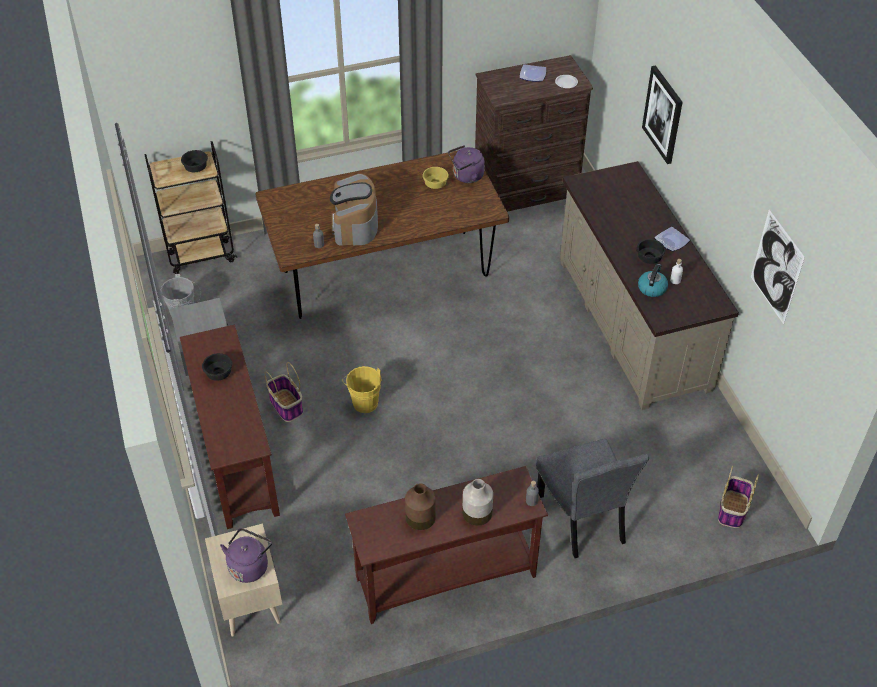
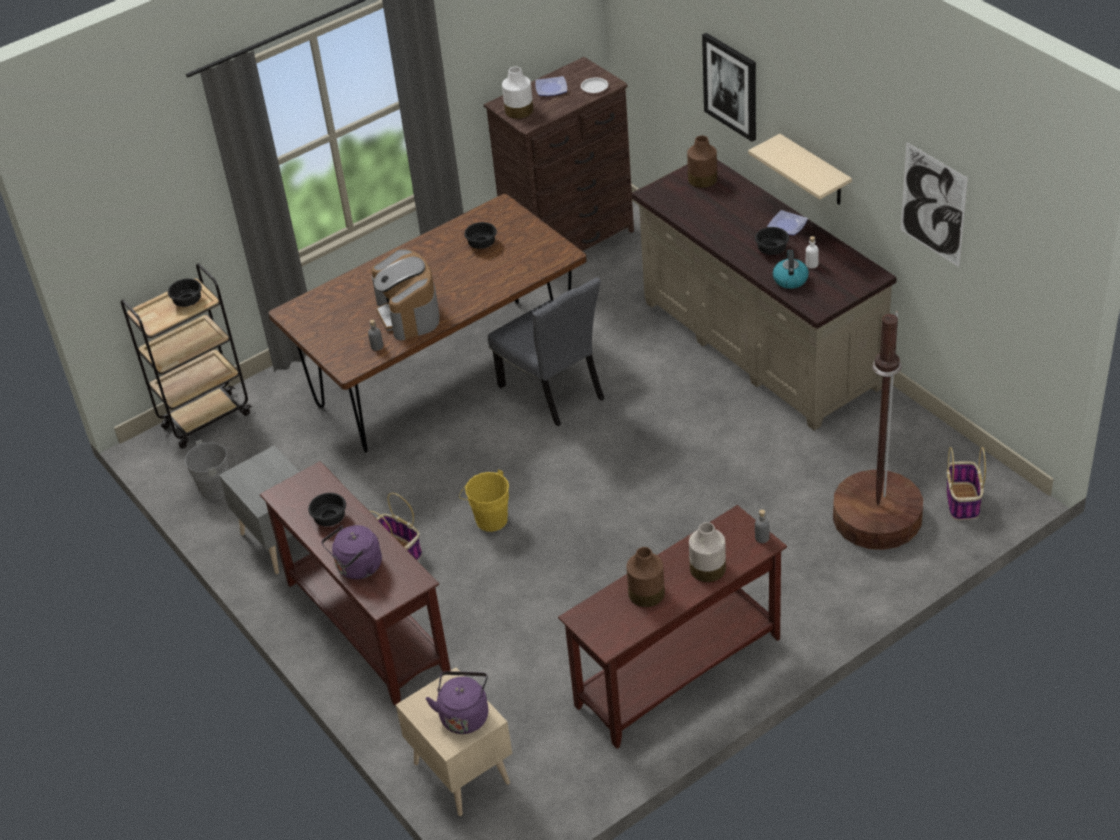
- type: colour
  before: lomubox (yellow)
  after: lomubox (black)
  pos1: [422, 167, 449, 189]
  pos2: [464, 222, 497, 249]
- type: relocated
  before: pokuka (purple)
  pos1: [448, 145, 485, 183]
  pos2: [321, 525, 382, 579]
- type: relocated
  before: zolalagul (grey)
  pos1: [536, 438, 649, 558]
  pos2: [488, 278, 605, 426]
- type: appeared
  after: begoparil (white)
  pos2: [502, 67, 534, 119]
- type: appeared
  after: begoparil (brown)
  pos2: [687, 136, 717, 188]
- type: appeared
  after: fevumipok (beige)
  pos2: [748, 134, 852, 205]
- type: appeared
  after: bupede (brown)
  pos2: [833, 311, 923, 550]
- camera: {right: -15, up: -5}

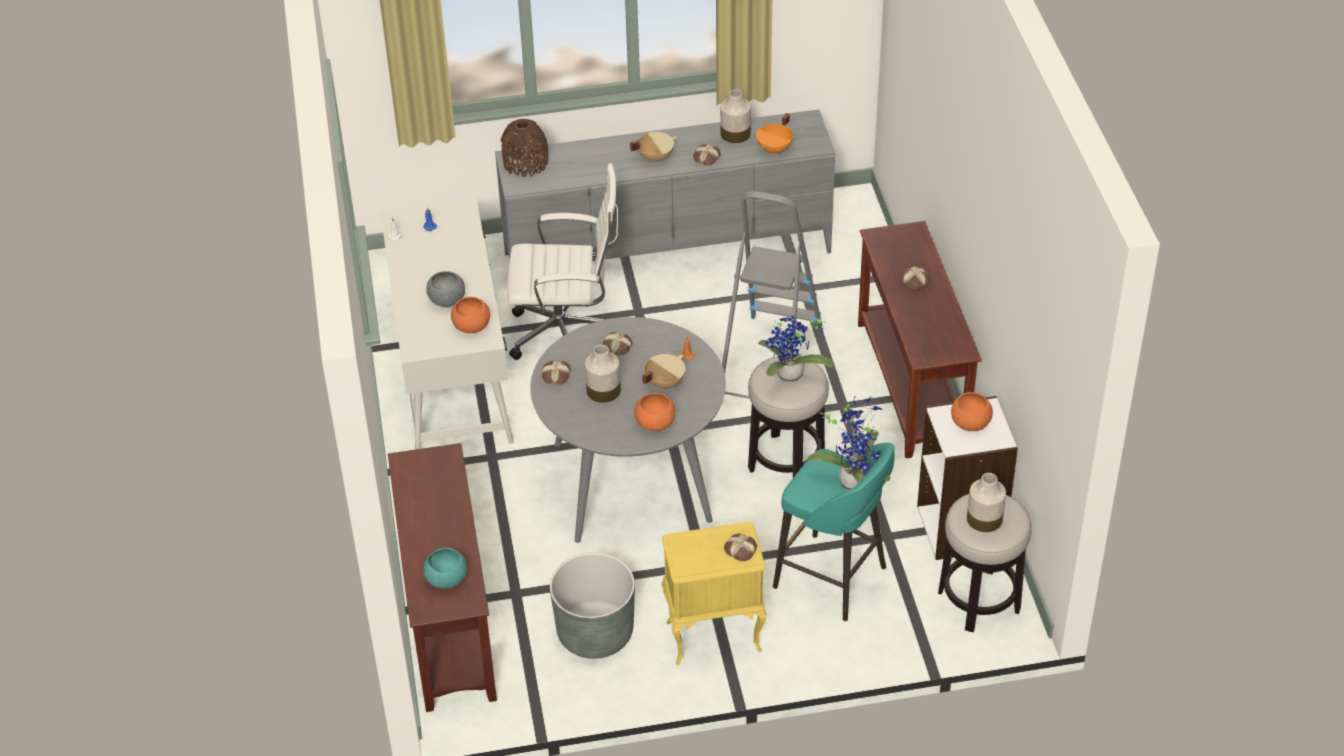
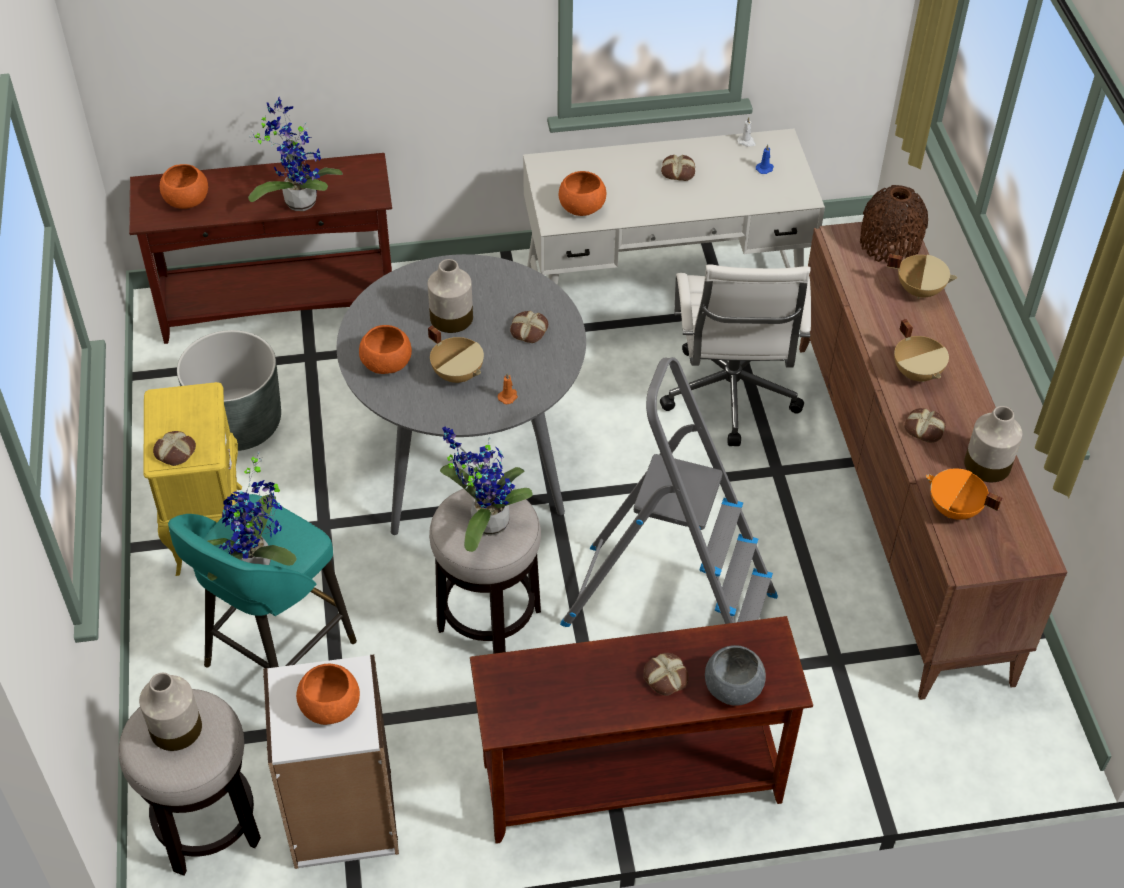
- type: colour
  before: lomubox (turquoise)
  after: lomubox (orange)
  pos1: [423, 547, 467, 589]
  pos2: [160, 164, 208, 209]
- type: relocated
  before: lomubox (grey)
  pos1: [426, 271, 465, 307]
  pos2: [705, 645, 766, 706]
- type: colour
  before: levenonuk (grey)
  after: levenonuk (brown)
  pos1: [495, 109, 836, 261]
  pos2: [799, 217, 1068, 700]
- type: relocated
  before: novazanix
  pos1: [542, 360, 570, 384]
  pos2: [661, 155, 695, 181]
- type: appeared
  after: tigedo
  pos2: [248, 97, 343, 211]
- type: appeared
  after: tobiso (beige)
  pos2: [887, 254, 957, 299]
- camera: {right: 90, up: 5}

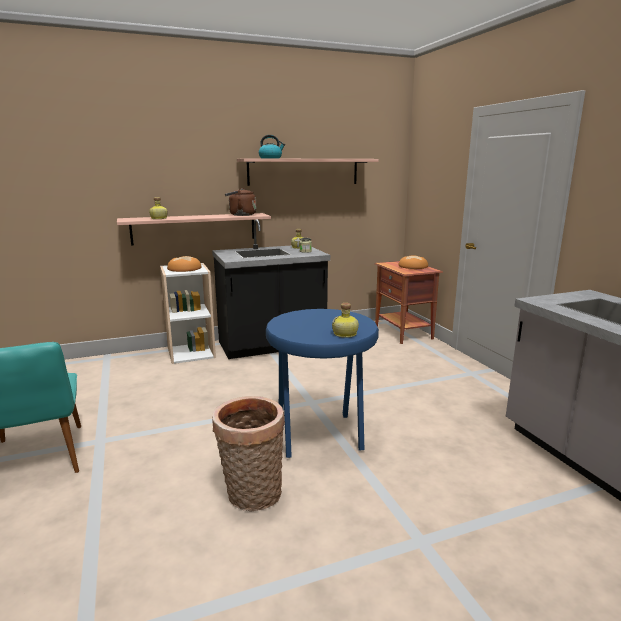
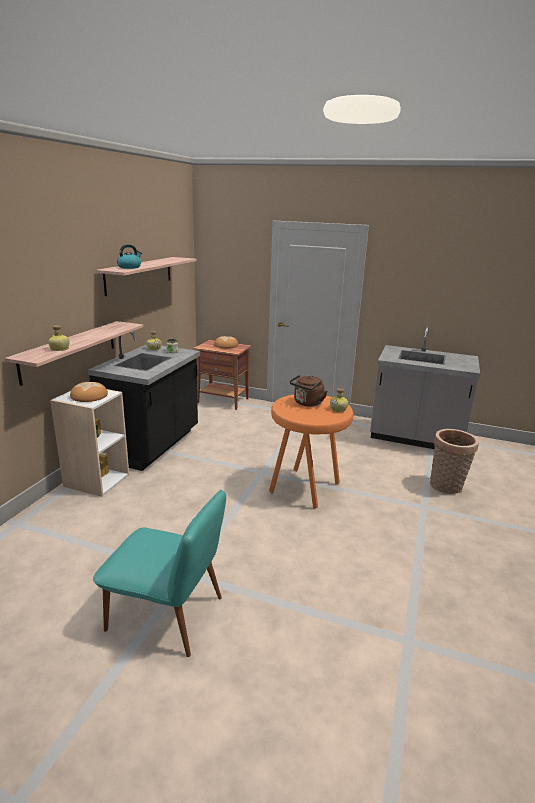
- type: relocated
  before: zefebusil
  pos1: [212, 396, 285, 511]
  pos2: [430, 429, 479, 494]
- type: relocated
  before: pokuka (brown)
  pos1: [225, 188, 256, 216]
  pos2: [290, 374, 327, 407]
- type: colour
  before: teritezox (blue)
  after: teritezox (orange)
  pos1: [266, 309, 379, 458]
  pos2: [269, 395, 354, 509]
- camera: {right: -50, up: 5}

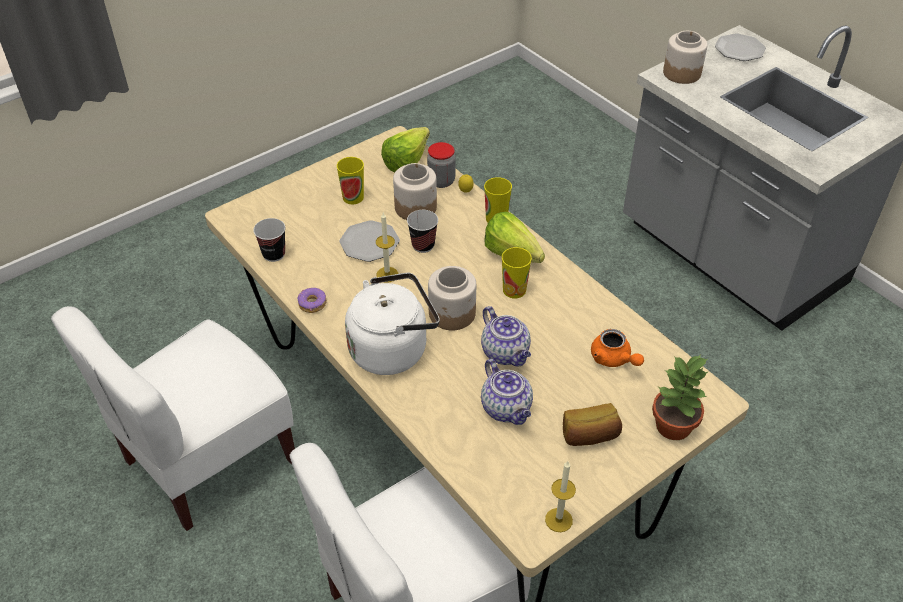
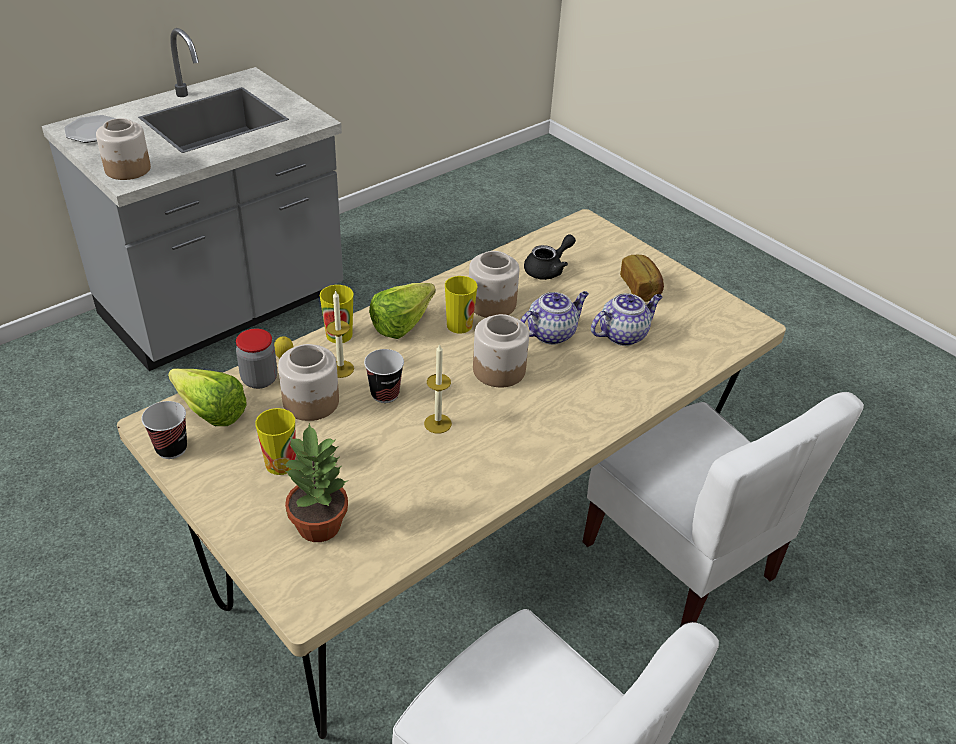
- type: relocated
  before: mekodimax
  pos1: [253, 218, 285, 262]
  pos2: [142, 401, 187, 459]
- type: missing
  before: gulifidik
  pos1: [298, 288, 327, 313]
- type: missing
  before: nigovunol
  pos1: [339, 220, 400, 262]
- type: missing
  before: pokuka (white)
  pos1: [345, 272, 440, 375]
- type: relocated
  before: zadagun
  pos1: [545, 461, 576, 532]
  pos2: [327, 290, 354, 378]
- type: colour
  before: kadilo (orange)
  after: kadilo (black)
  pos1: [591, 329, 644, 367]
  pos2: [524, 234, 576, 280]
- type: relocated
  before: tigedo
  pos1: [652, 354, 709, 440]
  pos2: [283, 423, 349, 542]
- type: appeared
  after: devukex
  pos2: [469, 251, 519, 318]
- camera: {right: -95, up: -5}

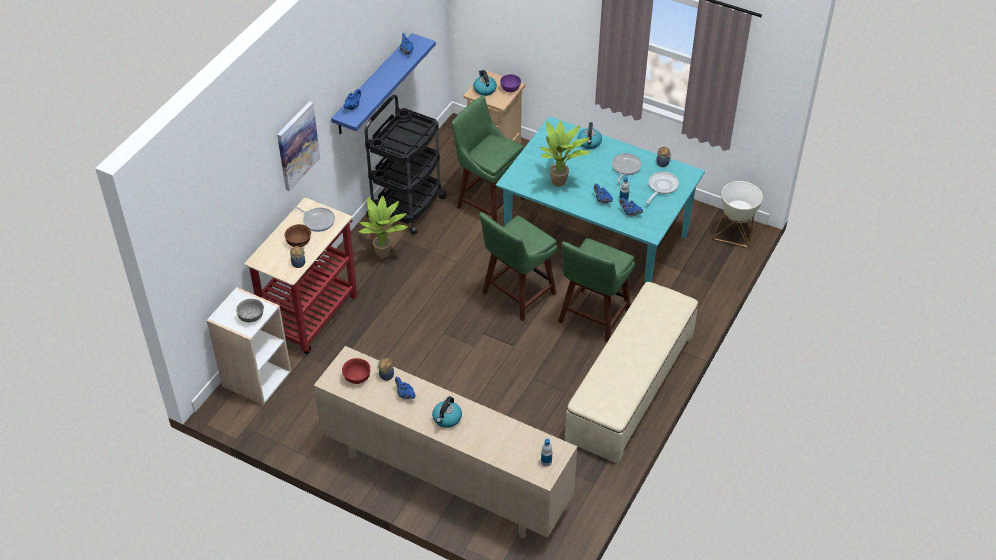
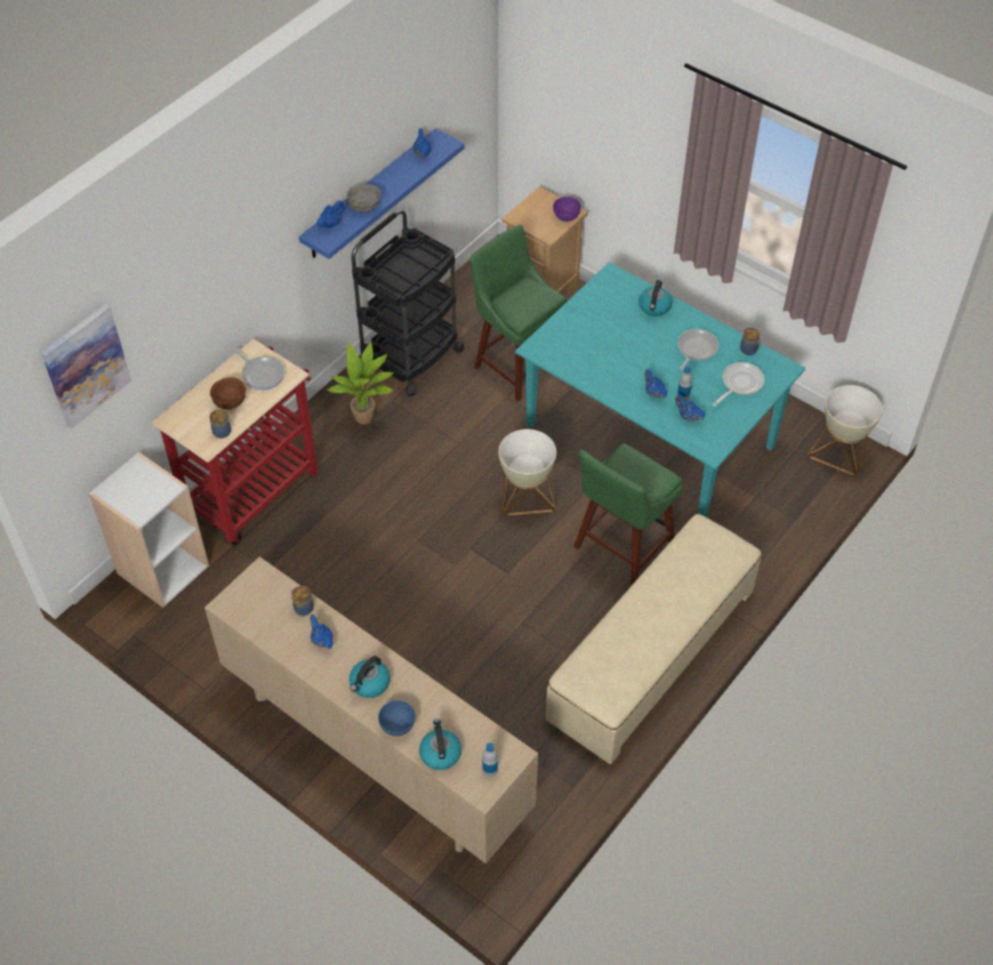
- type: relocated
  before: lomubox (grey)
  pos1: [236, 299, 264, 322]
  pos2: [346, 183, 381, 212]
- type: relocated
  before: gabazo
  pos1: [277, 101, 320, 192]
  pos2: [41, 304, 132, 429]
- type: missing
  before: lomubox (red)
  pos1: [342, 358, 370, 384]
- type: relocated
  before: pokuka
  pos1: [473, 70, 497, 96]
  pos2: [419, 719, 462, 770]
- type: exchanged
  before: zolalagul (green)
  after: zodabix
  pos1: [479, 212, 557, 321]
  pos2: [498, 429, 557, 515]
- type: missing
  before: tigedo
  pos1: [540, 121, 591, 187]
- type: appeared
  after: lomubox (blue)
  pos2: [378, 700, 415, 736]
- camera: {right: 10, up: 5}

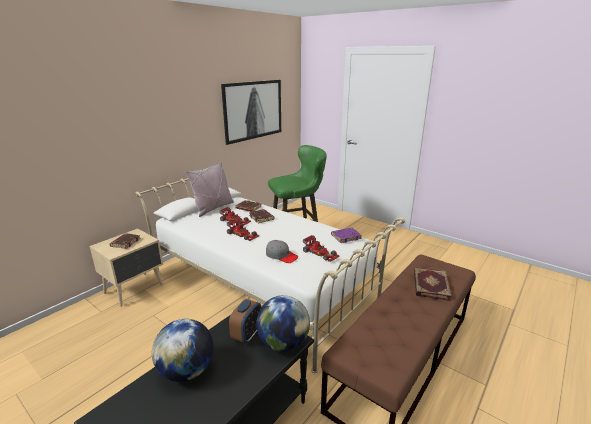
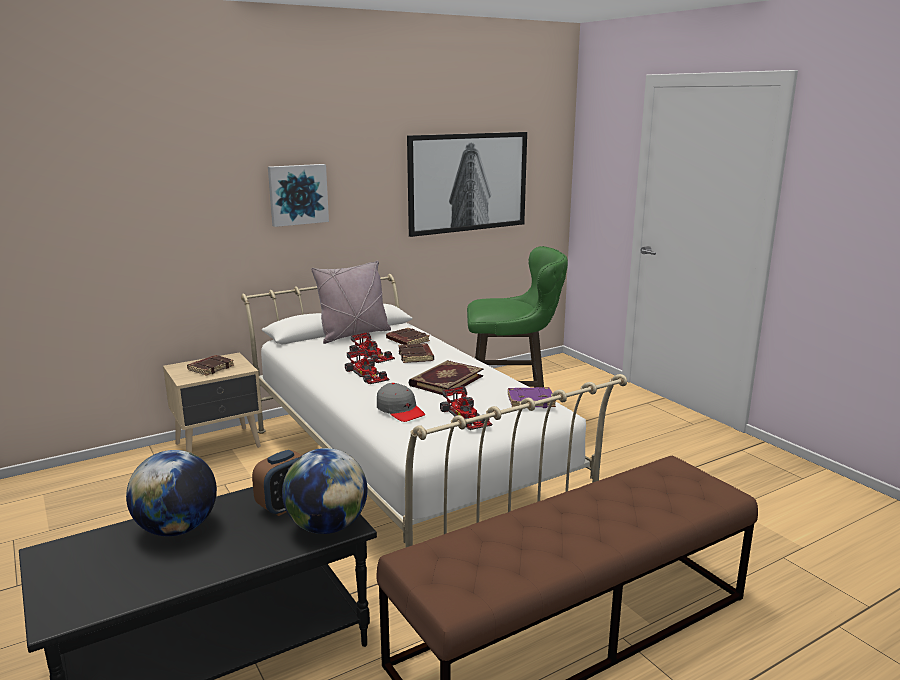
- type: relocated
  before: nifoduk
  pos1: [414, 268, 451, 301]
  pos2: [409, 360, 483, 395]
- type: appeared
  after: gabazo
  pos2: [268, 164, 329, 227]
- camera: {right: 20, up: -5}

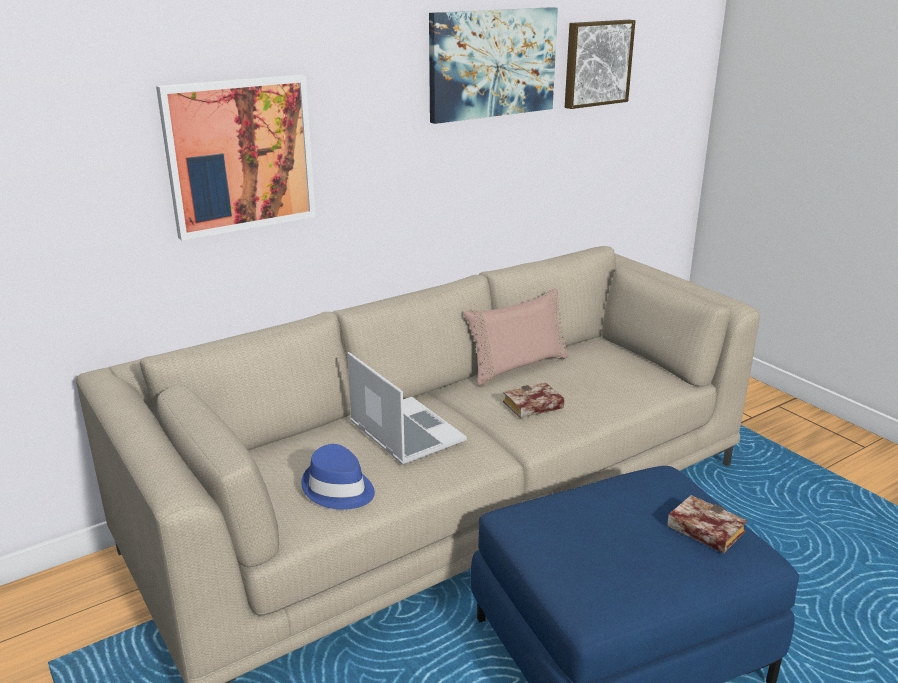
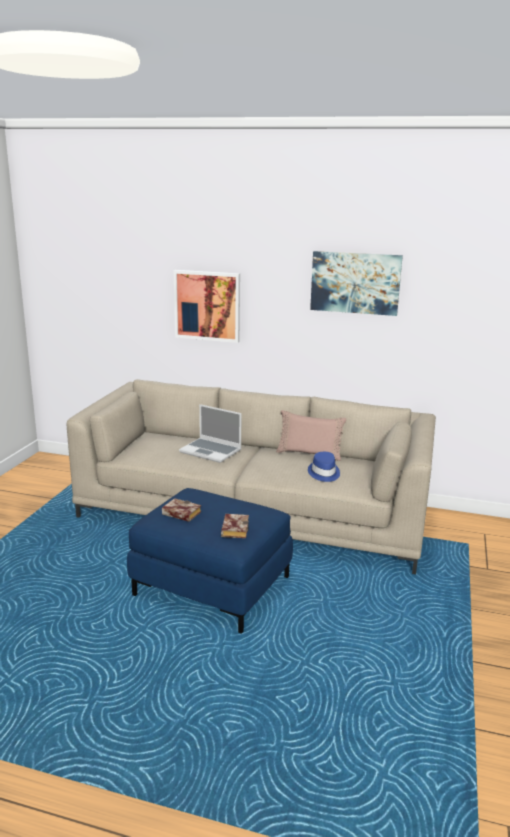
- type: relocated
  before: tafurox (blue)
  pos1: [301, 444, 375, 510]
  pos2: [308, 452, 340, 482]
- type: spun
  before: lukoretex
  pos1: [347, 352, 467, 465]
  pos2: [179, 404, 242, 463]
  turn: 105
- type: relocated
  before: nifoduk
  pos1: [503, 383, 565, 418]
  pos2: [162, 498, 201, 522]
- type: missing
  before: gabazo
  pos1: [565, 20, 636, 109]
- camera: {right: 50, up: -5}

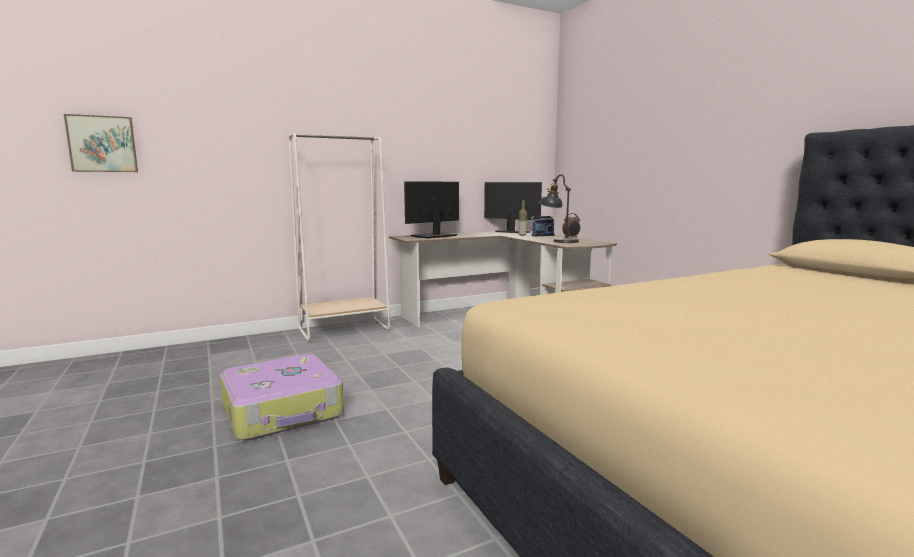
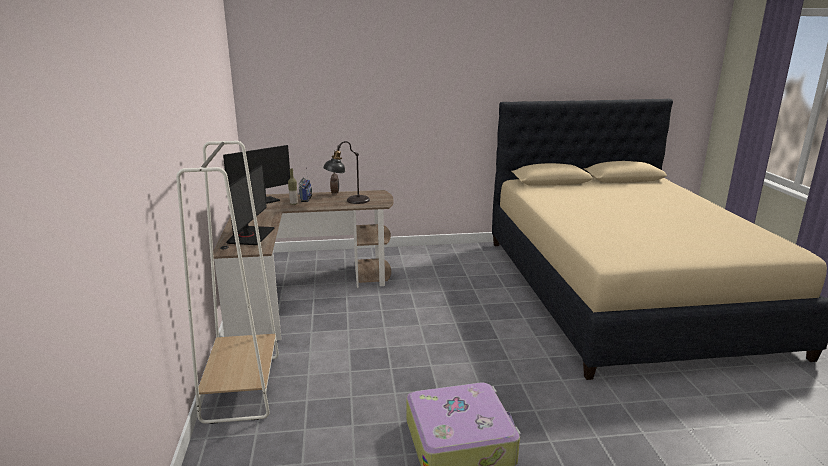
- type: missing
  before: gabazo
  pos1: [64, 114, 138, 172]
- type: spun
  before: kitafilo
  pos1: [404, 182, 459, 239]
  pos2: [226, 164, 275, 245]
  turn: -150
- camera: {right: -70, up: 10}

